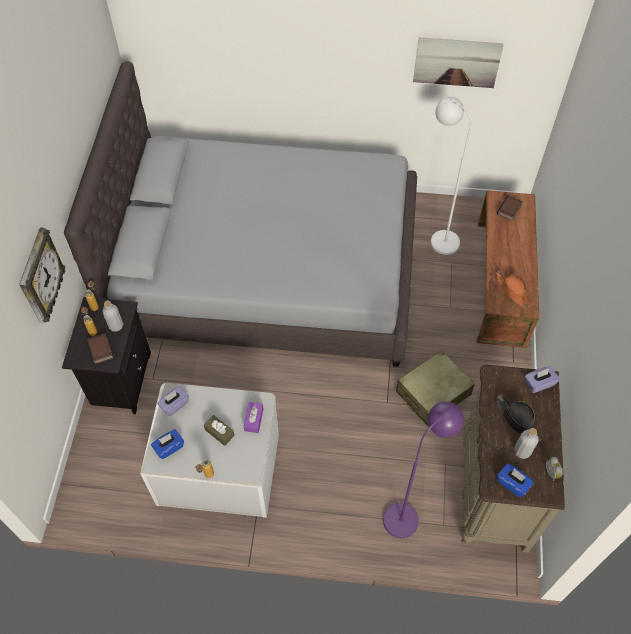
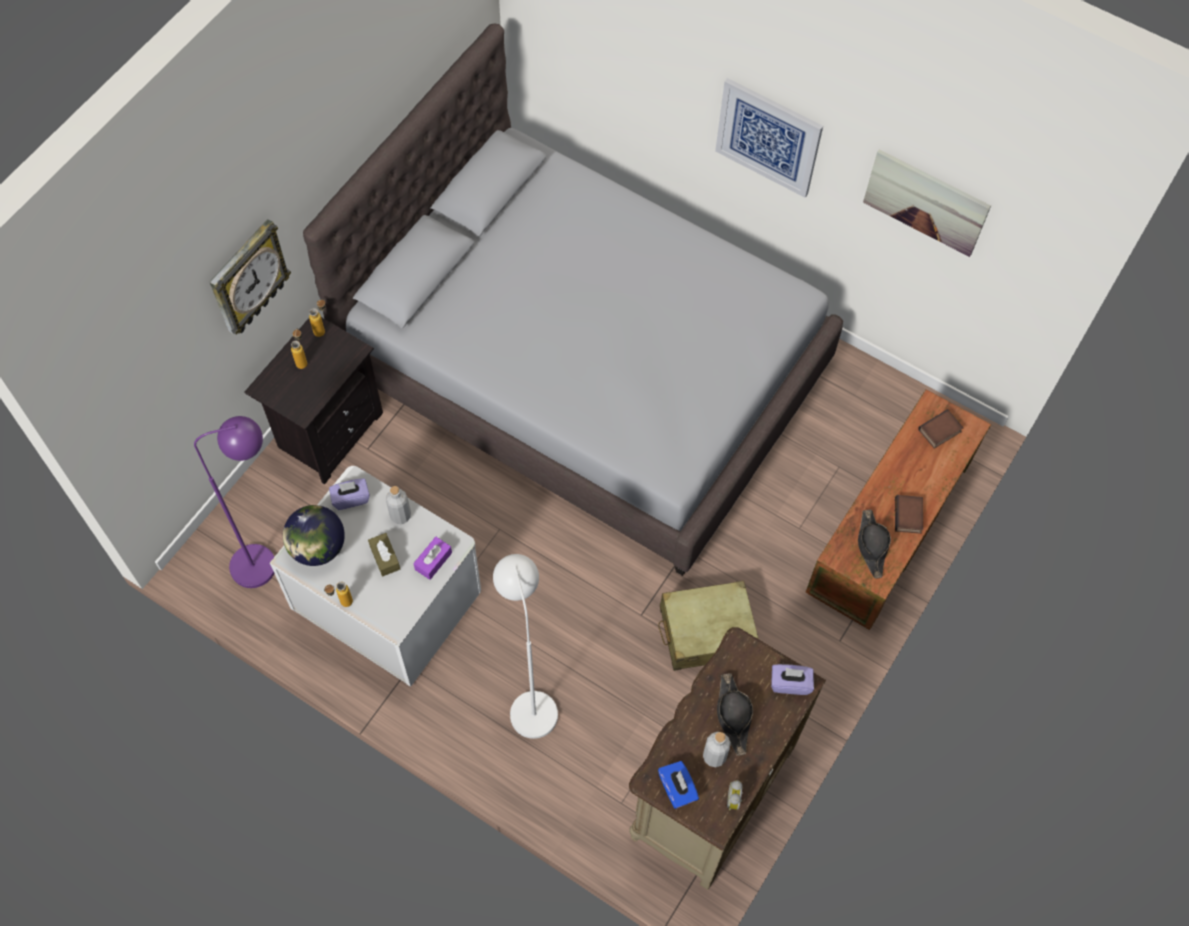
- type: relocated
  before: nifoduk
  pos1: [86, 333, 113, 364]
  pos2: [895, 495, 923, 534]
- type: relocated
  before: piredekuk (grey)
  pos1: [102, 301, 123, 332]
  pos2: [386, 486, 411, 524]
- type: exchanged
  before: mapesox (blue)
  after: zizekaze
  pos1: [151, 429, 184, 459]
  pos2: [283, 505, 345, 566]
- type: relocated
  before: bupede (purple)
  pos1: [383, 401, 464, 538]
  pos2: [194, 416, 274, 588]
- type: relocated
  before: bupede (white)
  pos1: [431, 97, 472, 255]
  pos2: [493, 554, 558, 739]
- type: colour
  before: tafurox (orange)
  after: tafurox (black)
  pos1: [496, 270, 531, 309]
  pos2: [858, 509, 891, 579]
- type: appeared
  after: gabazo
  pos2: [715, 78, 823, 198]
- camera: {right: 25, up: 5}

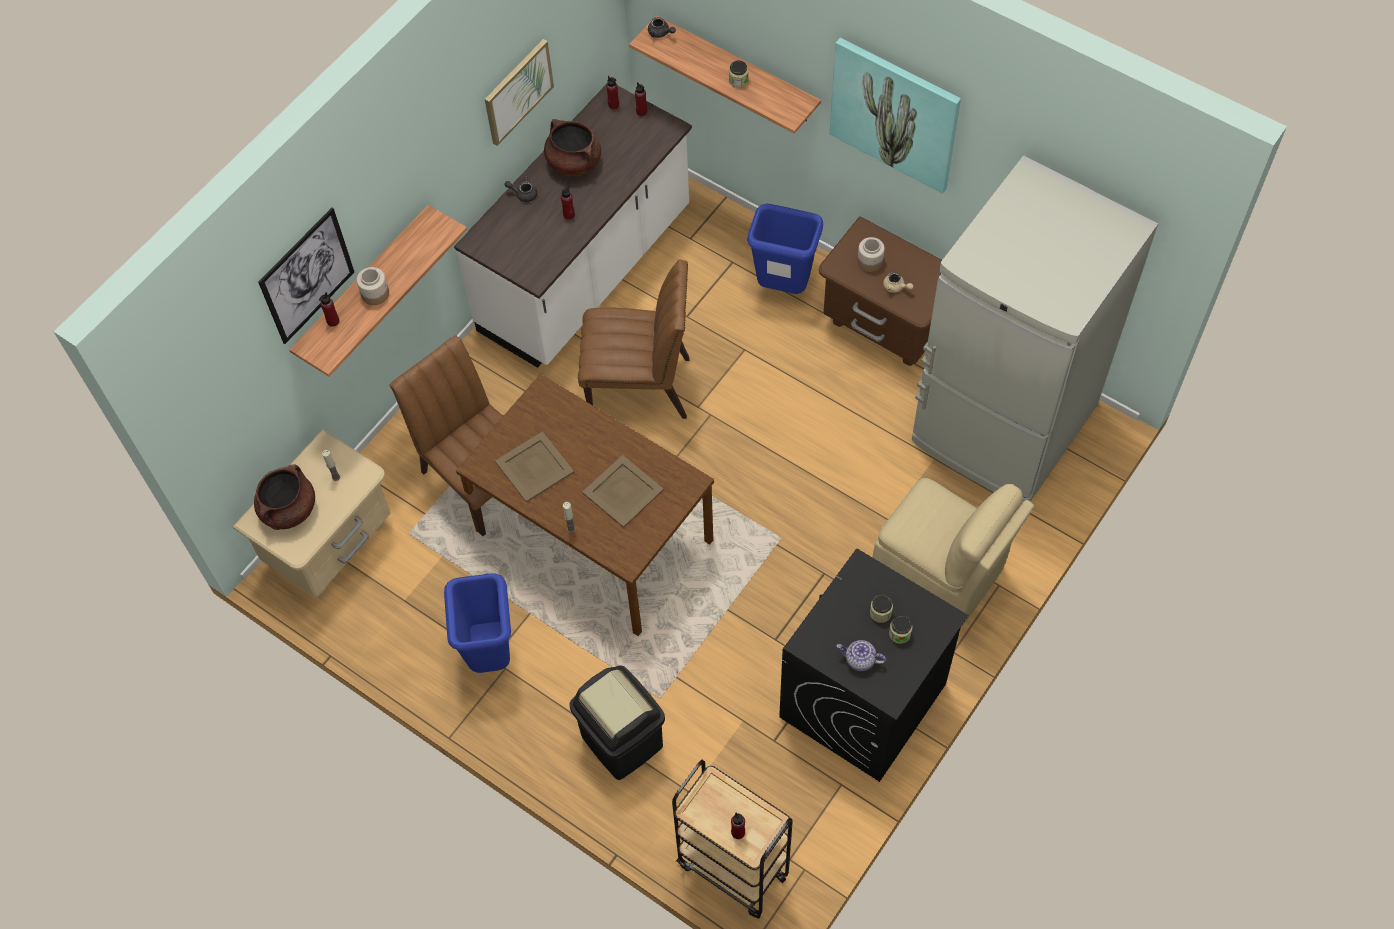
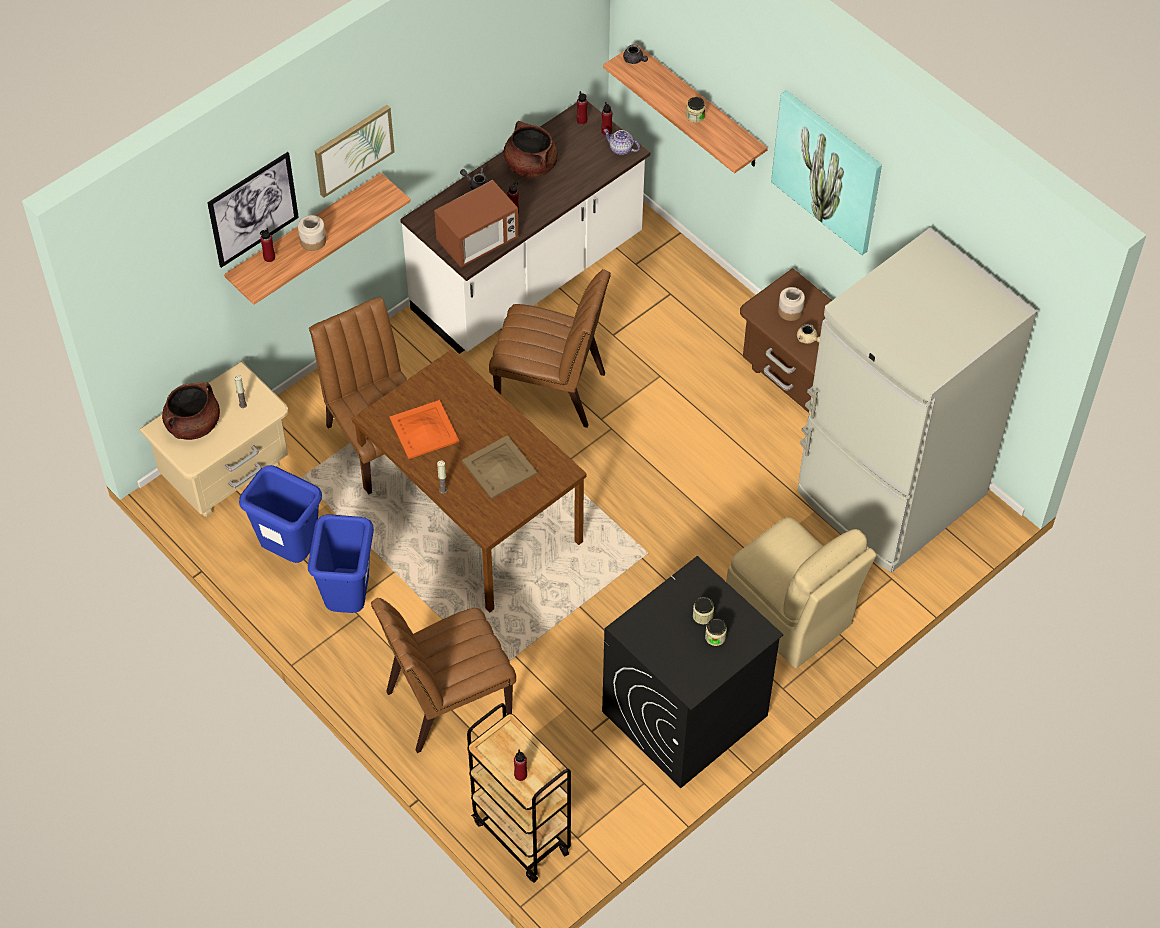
- type: relocated
  before: gabazo
  pos1: [485, 39, 554, 146]
  pos2: [315, 105, 395, 198]
- type: colour
  before: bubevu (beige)
  after: bubevu (orange)
  pos1: [495, 431, 574, 503]
  pos2: [389, 400, 459, 459]
- type: exchanged
  before: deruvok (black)
  after: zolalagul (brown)
  pos1: [569, 665, 665, 780]
  pos2: [371, 598, 516, 753]
- type: relocated
  before: deruvok (blue)
  pos1: [747, 204, 823, 294]
  pos2: [239, 465, 322, 563]
- type: relocated
  before: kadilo
  pos1: [837, 640, 886, 671]
  pos2: [604, 129, 640, 155]
- type: appeared
  after: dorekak
  pos2: [434, 180, 519, 267]
- camera: {right: 10, up: -5}

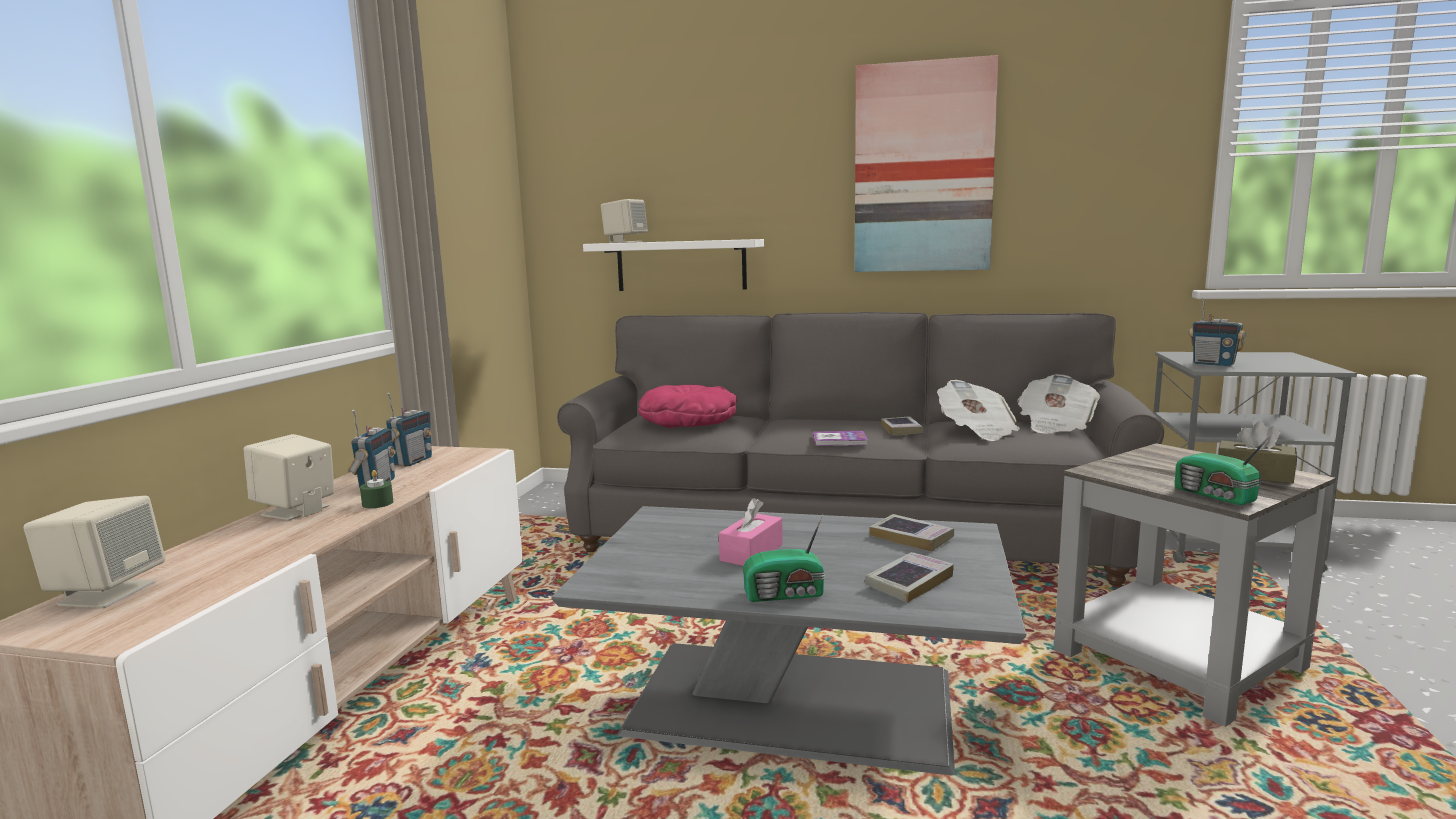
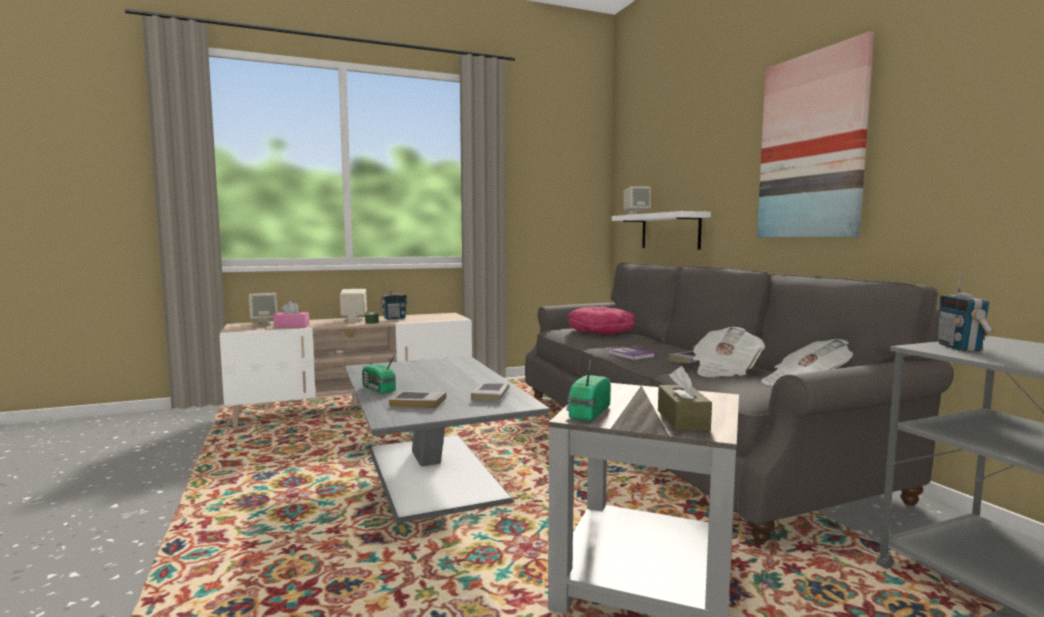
- type: missing
  before: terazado
  pos1: [386, 393, 432, 466]
- type: relocated
  before: mapesox (pink)
  pos1: [719, 498, 783, 566]
  pos2: [273, 301, 309, 328]
- camera: {right: 55, up: -5}

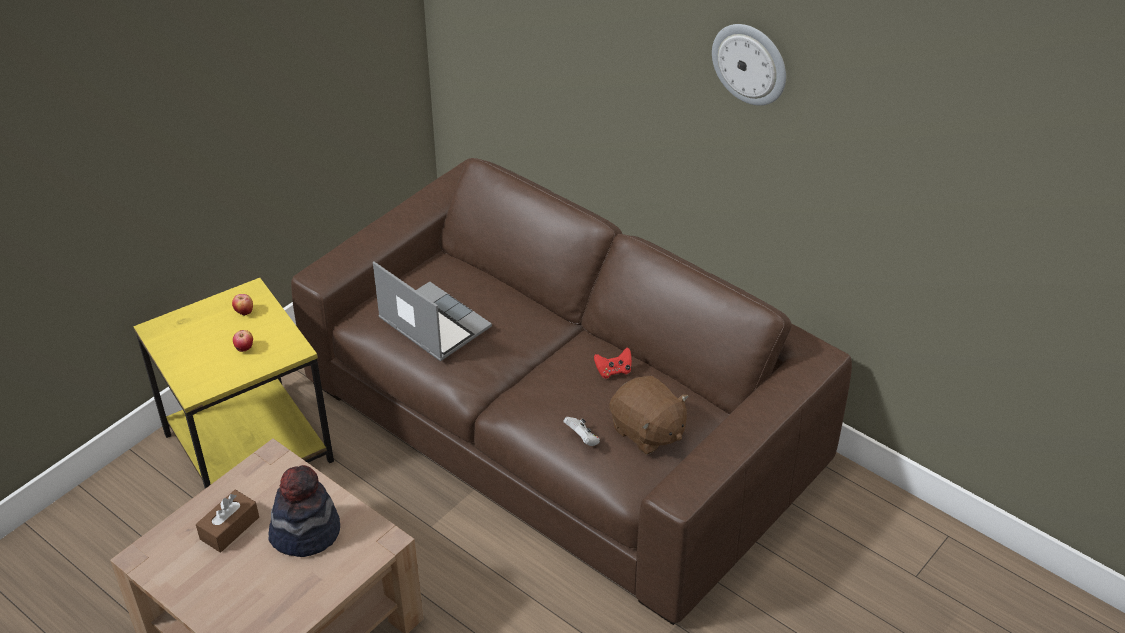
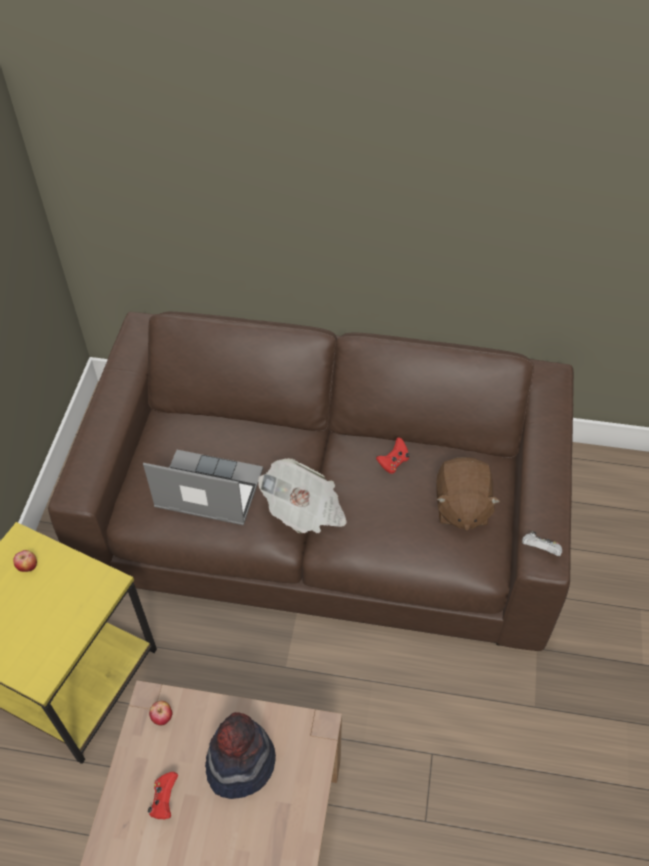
- type: exchanged
  before: mapesox (brown)
  after: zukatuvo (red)
  pos1: [196, 490, 259, 553]
  pos2: [148, 772, 178, 819]
- type: relocated
  before: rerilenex
  pos1: [233, 330, 253, 352]
  pos2: [149, 701, 172, 726]
- type: relocated
  before: zukatuvo (white)
  pos1: [563, 417, 600, 446]
  pos2: [522, 531, 562, 556]
- type: spun
  before: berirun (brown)
  pos1: [609, 376, 689, 455]
  pos2: [436, 457, 500, 531]
  turn: 75
- type: missing
  before: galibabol
  pos1: [712, 24, 786, 106]
- type: appeared
  after: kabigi
  pos2: [258, 458, 347, 534]
- camera: {right: -30, up: 10}

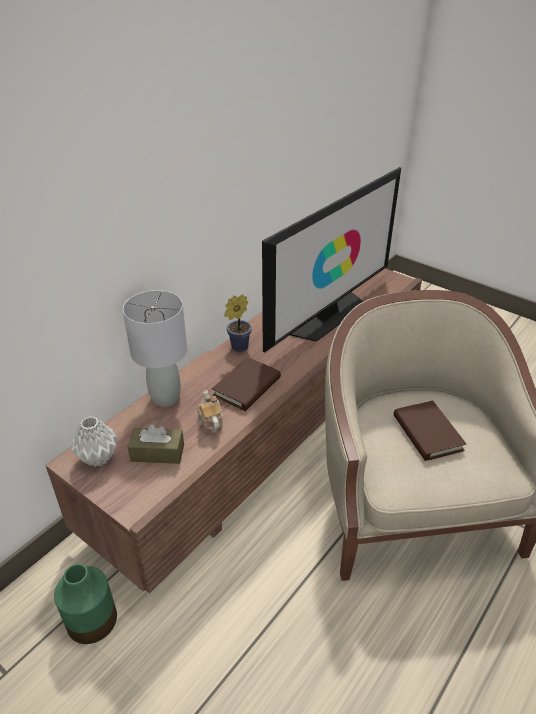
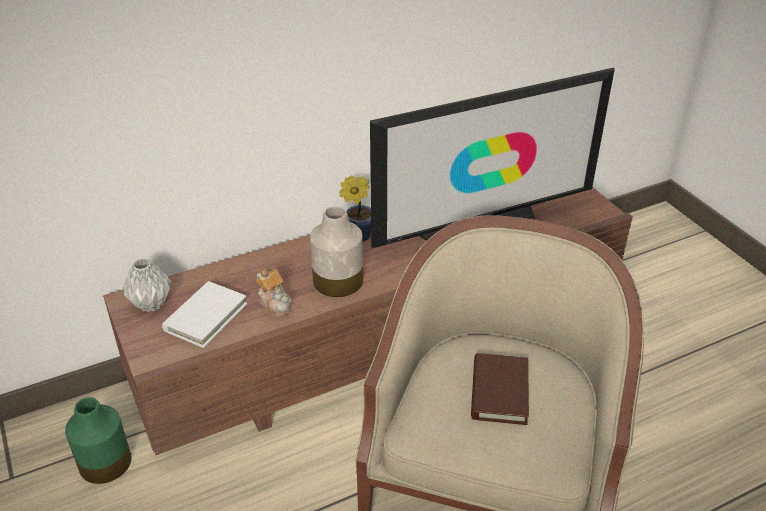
- type: missing
  before: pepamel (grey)
  pos1: [123, 290, 187, 407]
- type: exchanged
  before: mapesox (brown)
  after: nifoduk (white)
  pos1: [128, 424, 184, 464]
  pos2: [162, 281, 247, 348]
- type: spun
  before: kadilo
  pos1: [197, 390, 223, 433]
  pos2: [256, 269, 292, 317]
  turn: 135
- type: exchanged
  before: nifoduk (brown)
  after: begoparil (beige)
  pos1: [212, 357, 281, 411]
  pos2: [310, 206, 363, 297]
- camera: {right: 25, up: 0}

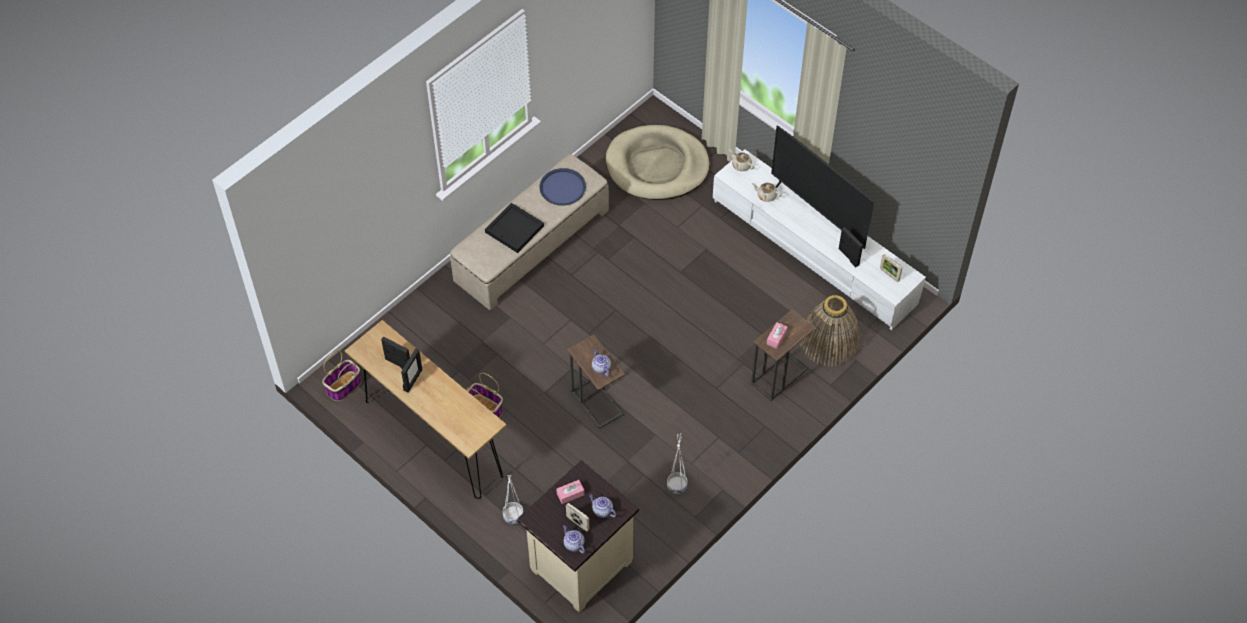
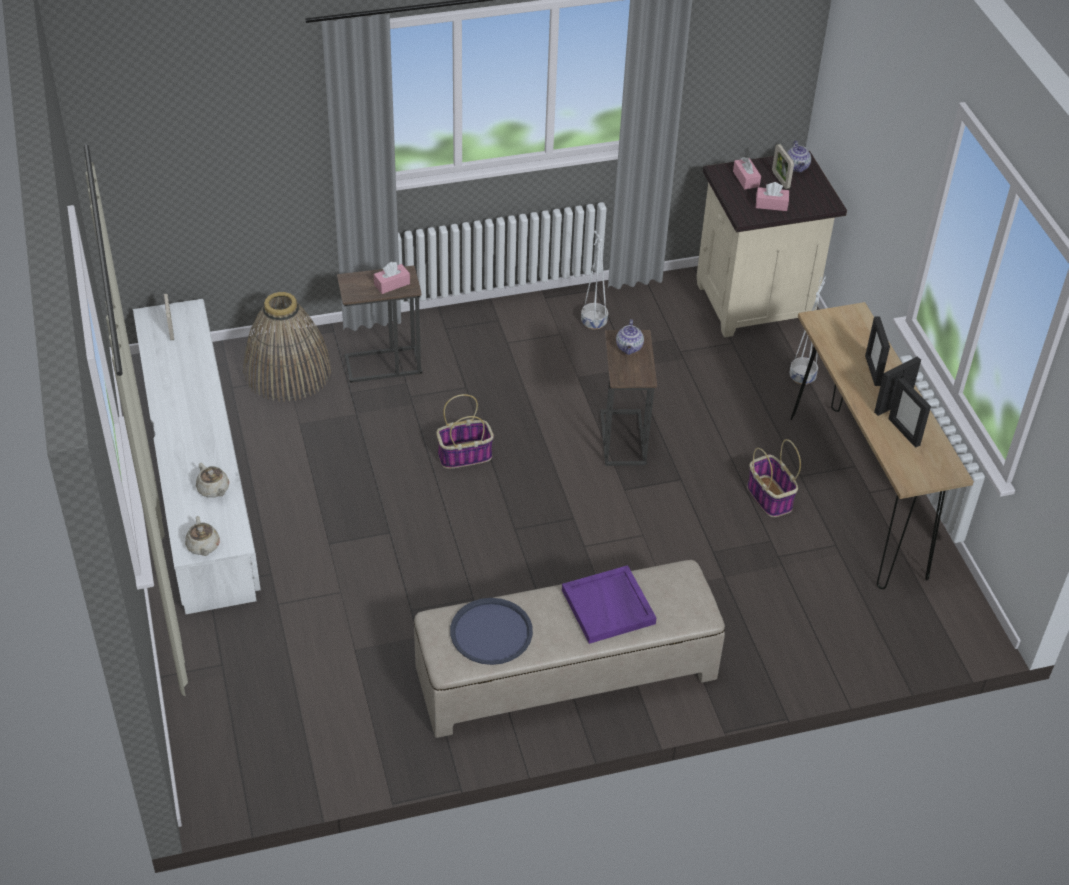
- type: relocated
  before: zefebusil
  pos1: [322, 350, 361, 401]
  pos2: [436, 394, 494, 469]
- type: colour
  before: bubevu (black)
  after: bubevu (purple)
  pos1: [485, 203, 544, 253]
  pos2: [562, 565, 656, 644]
- type: exchanged
  before: kadilo
  after: mapesox (pink)
  pos1: [589, 494, 616, 518]
  pos2: [733, 157, 761, 189]
- type: missing
  before: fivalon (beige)
  pos1: [606, 125, 710, 200]
- type: missing
  before: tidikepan
  pos1: [771, 126, 874, 249]
- type: relocated
  before: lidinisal
  pos1: [839, 227, 863, 267]
  pos2: [865, 316, 890, 386]
- camera: {right: -150, up: -10}

